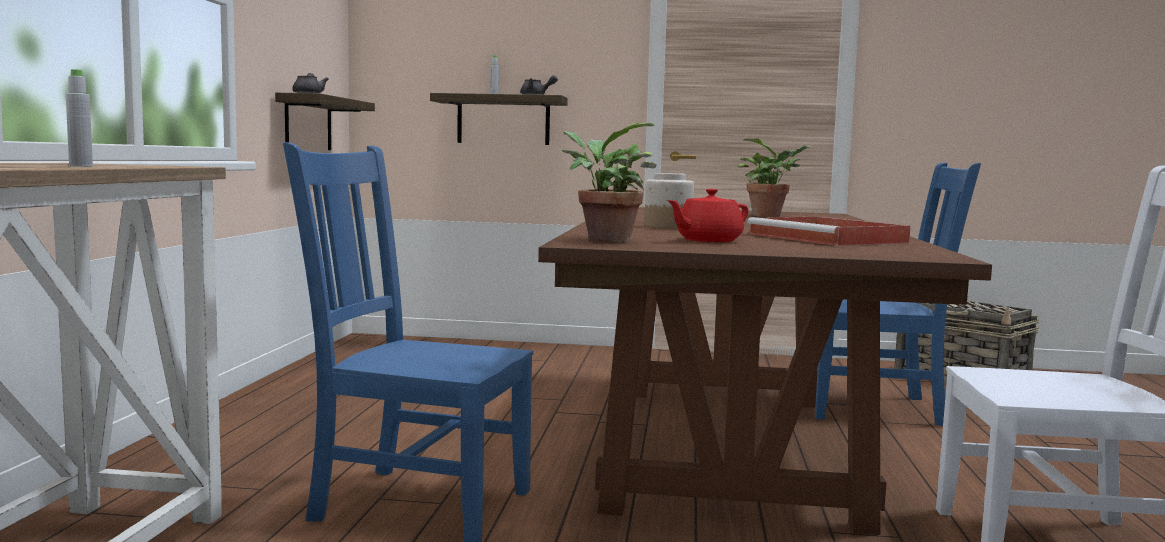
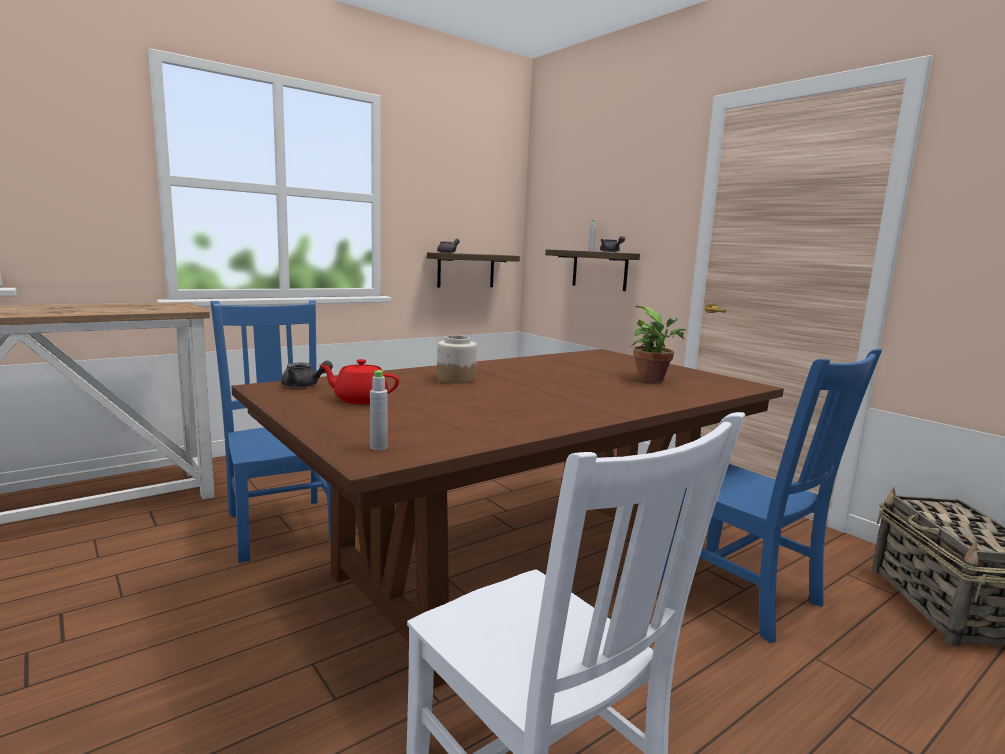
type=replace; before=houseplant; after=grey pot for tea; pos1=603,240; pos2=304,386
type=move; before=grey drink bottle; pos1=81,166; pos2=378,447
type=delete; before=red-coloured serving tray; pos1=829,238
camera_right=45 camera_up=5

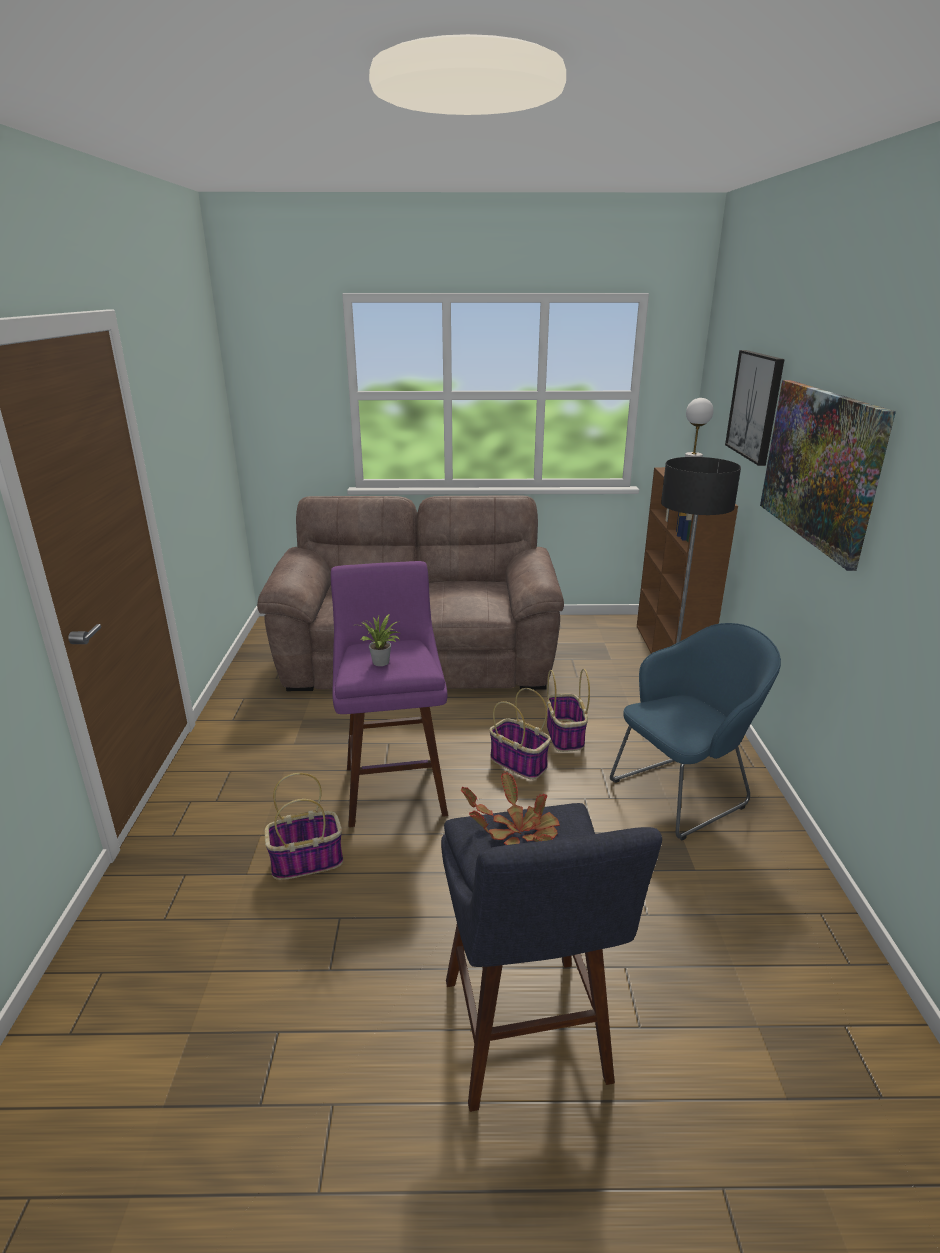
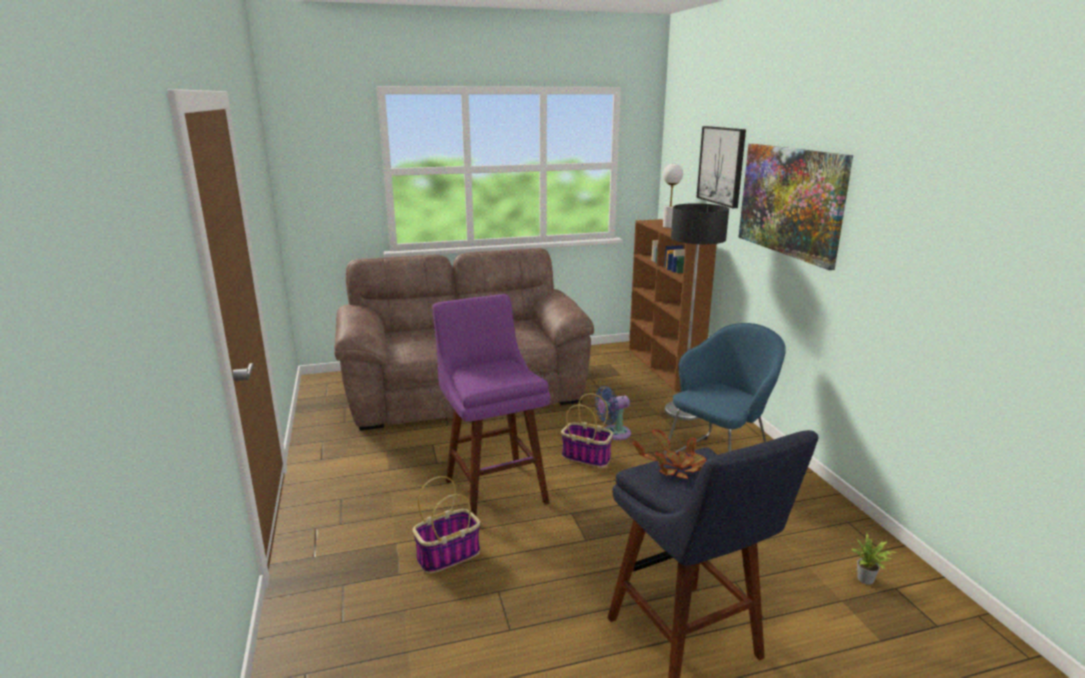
type=replace; before=storage basket; after=blue-coloured fan; pos1=565,736; pos2=613,433
type=move; before=houseplant; pos1=381,663; pos2=867,580
camera_right=-15 camera_up=-5

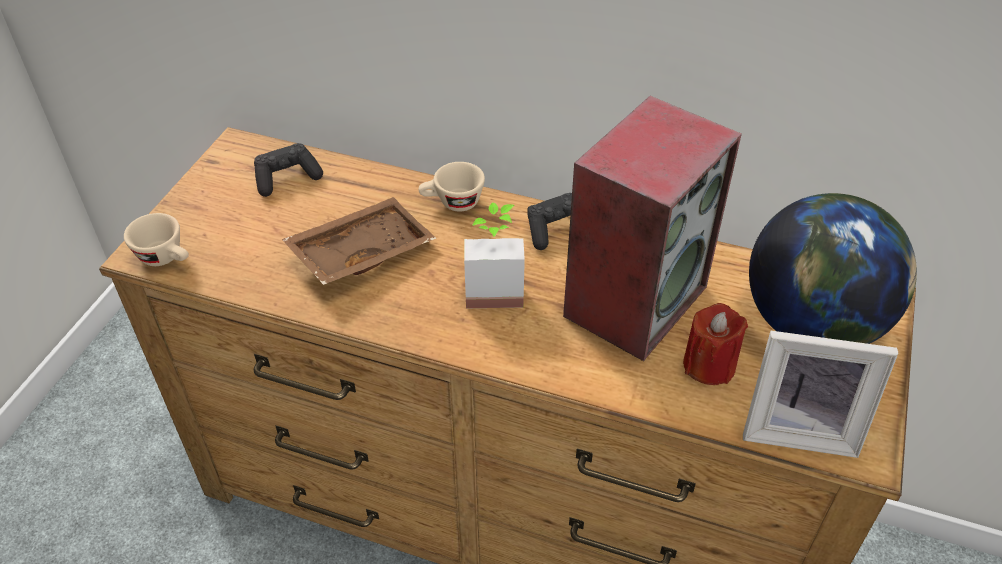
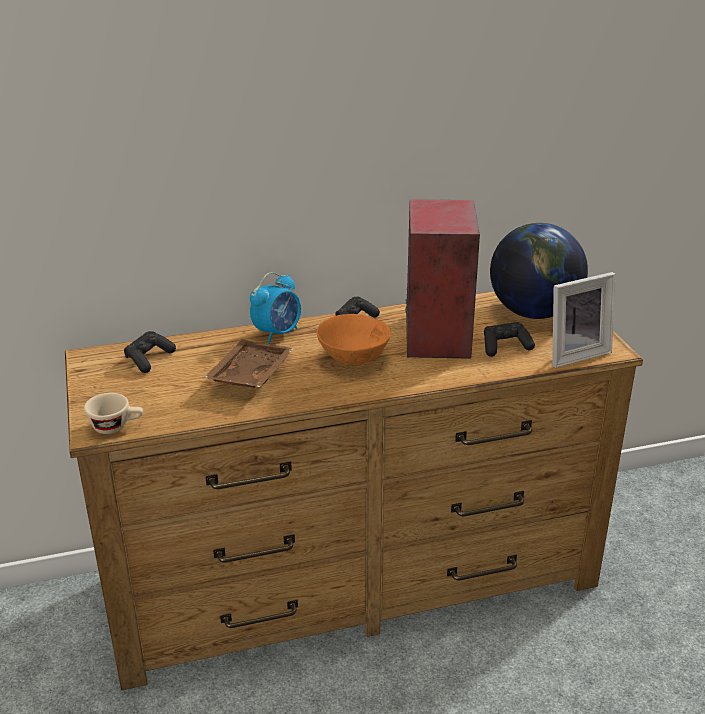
type=replace; before=beige-coloured cup; after=alarm clock; pos1=452,203; pos2=277,333
type=replace; before=houseplant; after=orange-coloured deep dish; pos1=494,288; pos2=353,360
type=replace; before=red-coloured wax light; after=black-coloured game controller; pos1=709,365; pos2=505,347
camera_right=-35 camera_up=-15

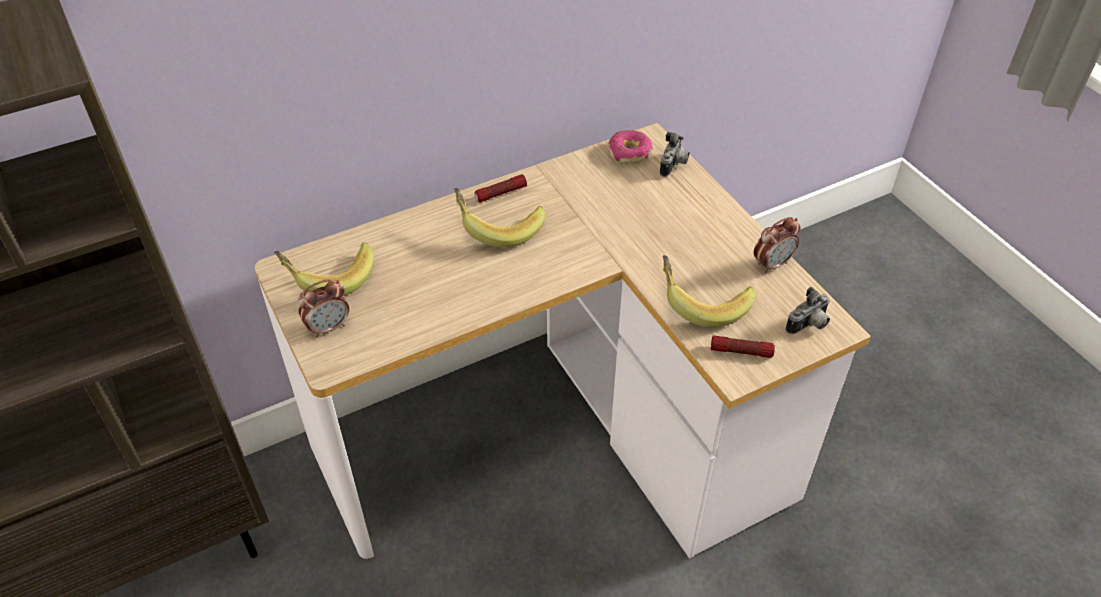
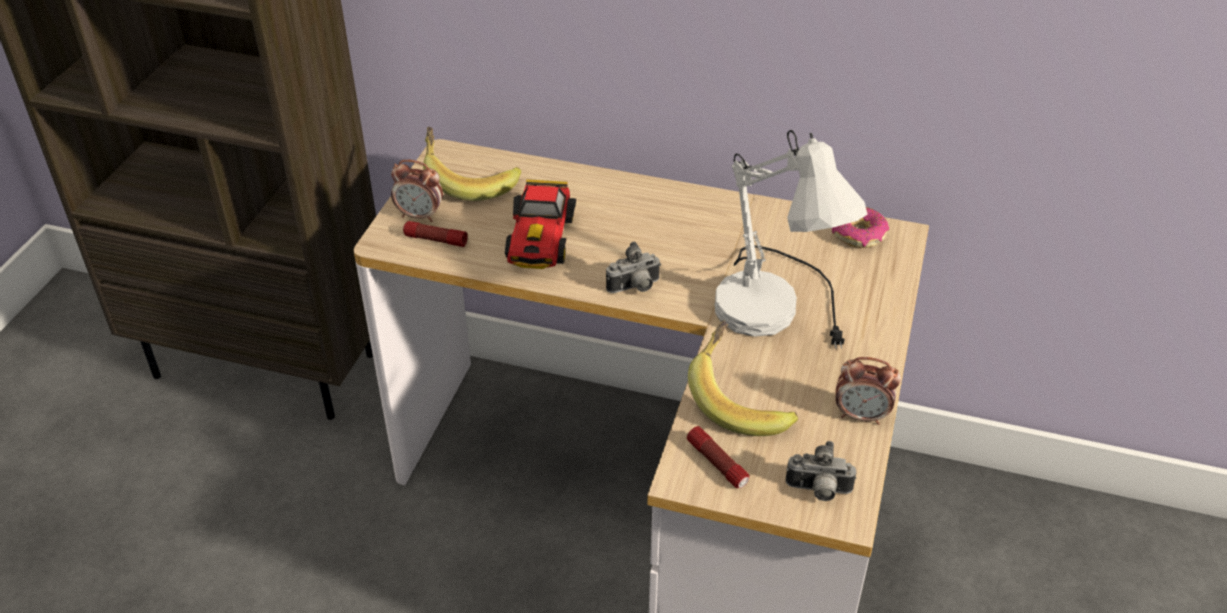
type=move; before=flashlight; pos1=500,193; pos2=435,240
type=insert; after=toy car; pos2=540,242
type=move; before=photo camera; pos1=674,166; pos2=635,288
type=insert; after=white table lamp; pos2=782,314
type=delete; before=whole banana; pos1=498,227
camera_right=45 camera_up=-5

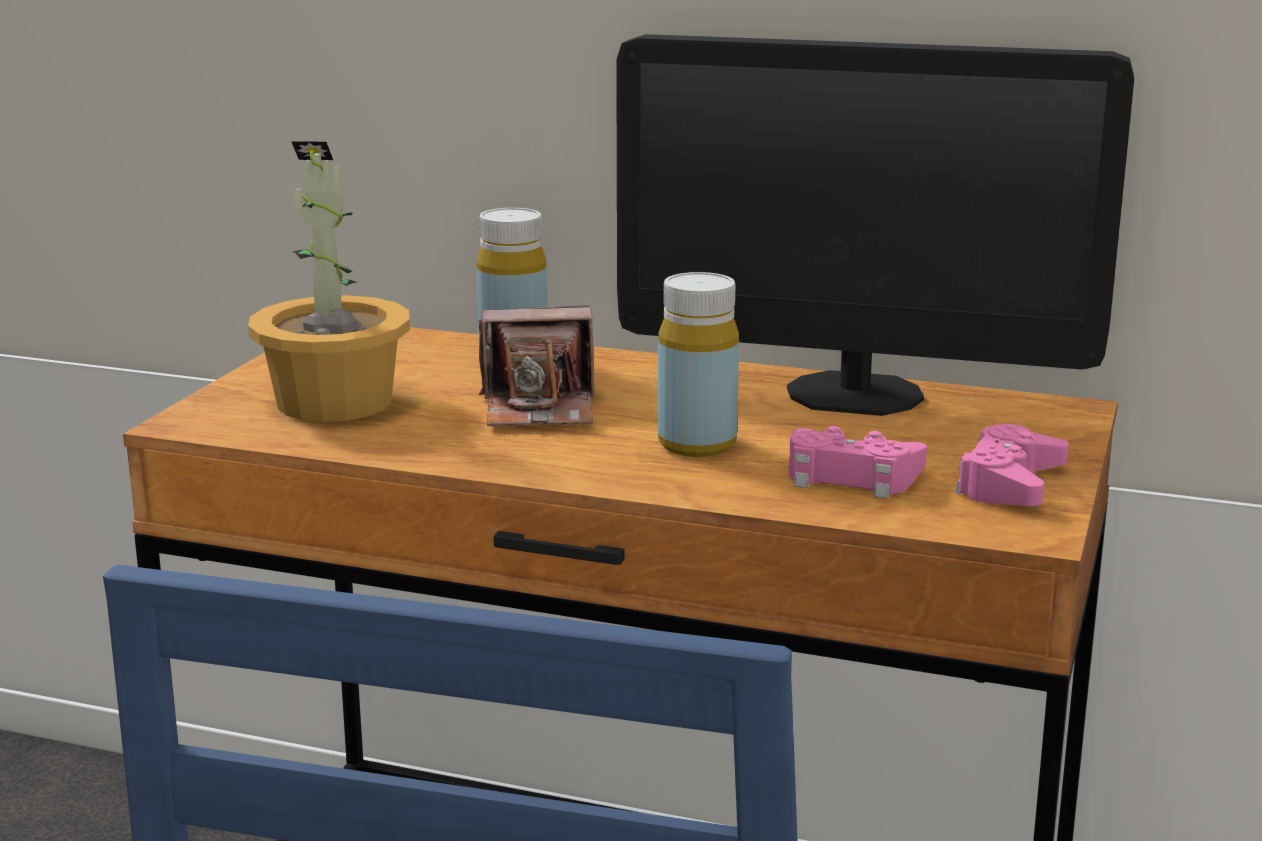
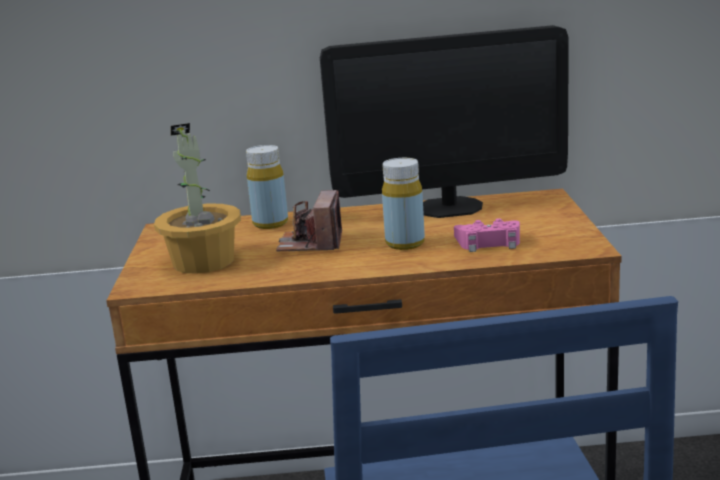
type=rotate; before=photo camera; pos1=540,409; pos2=312,243; turn=120
type=delete; before=pink-coloured game controller; pos1=1009,484
camera_right=-20 camera_up=0

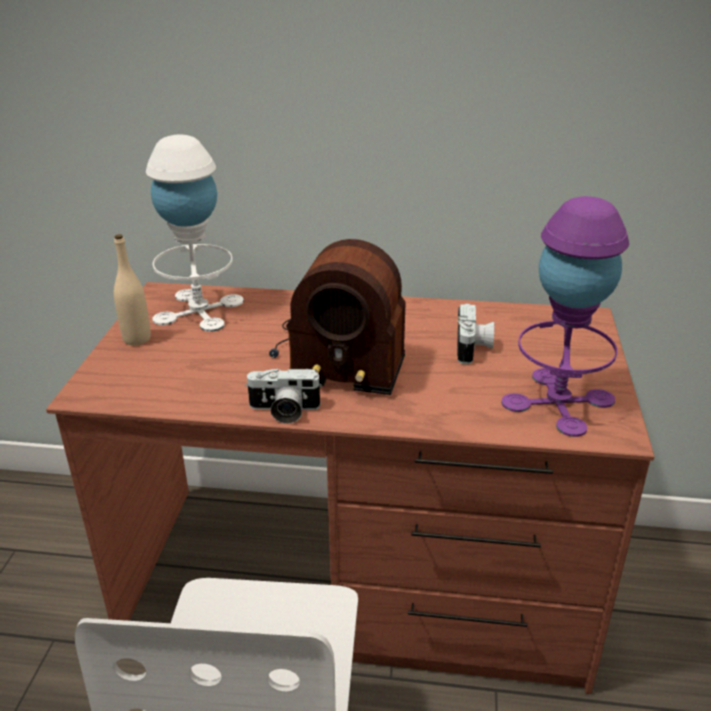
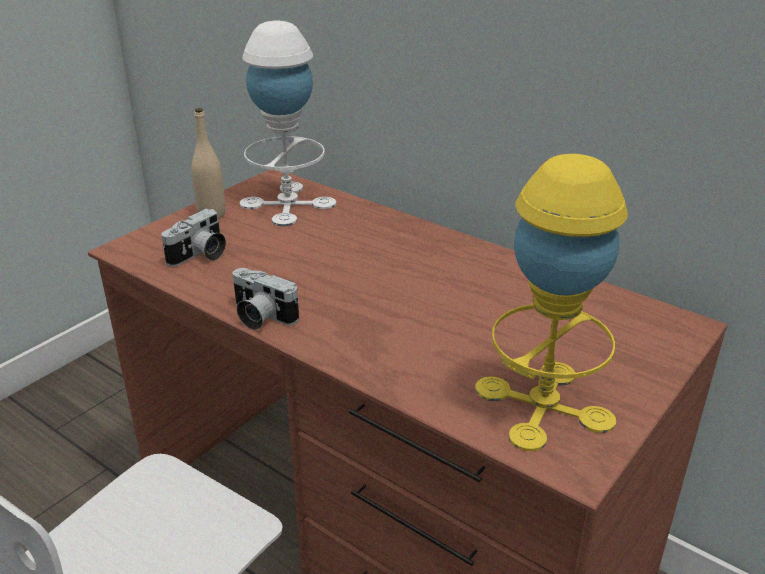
type=move; before=photo camera; pos1=473,348; pos2=200,255
type=recolor; before=purple table lamp; after=yellow table lamp; pos1=558,401; pos2=543,404
type=delete; before=radio set; pos1=336,355
camera_right=30 camera_up=0

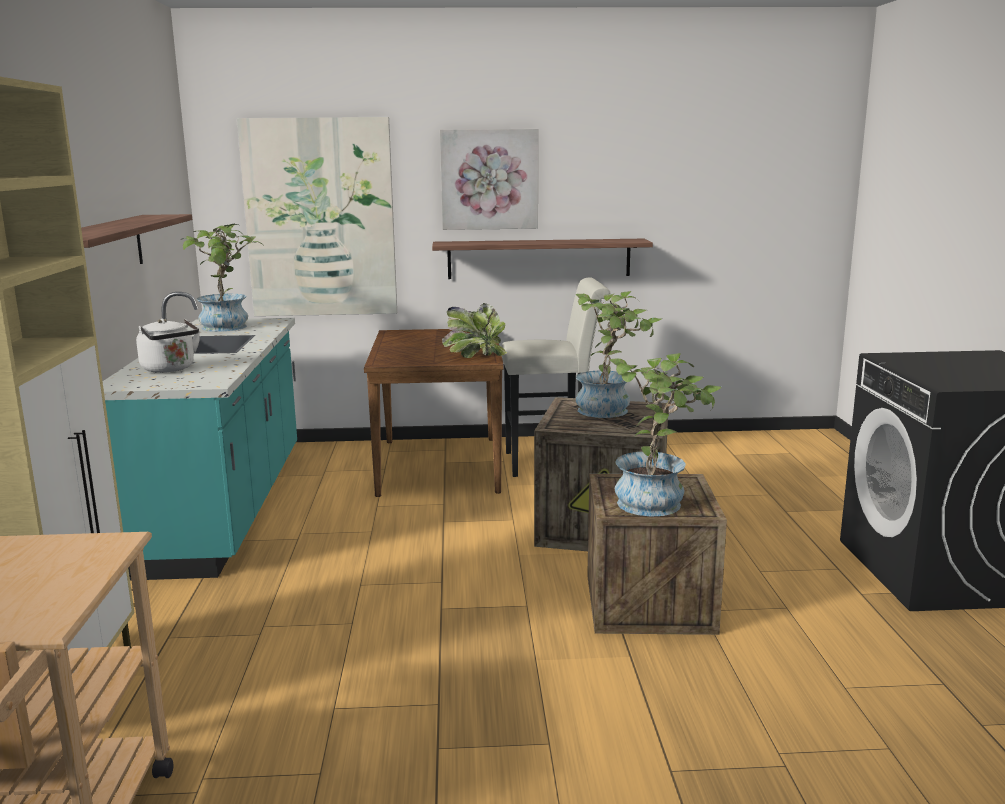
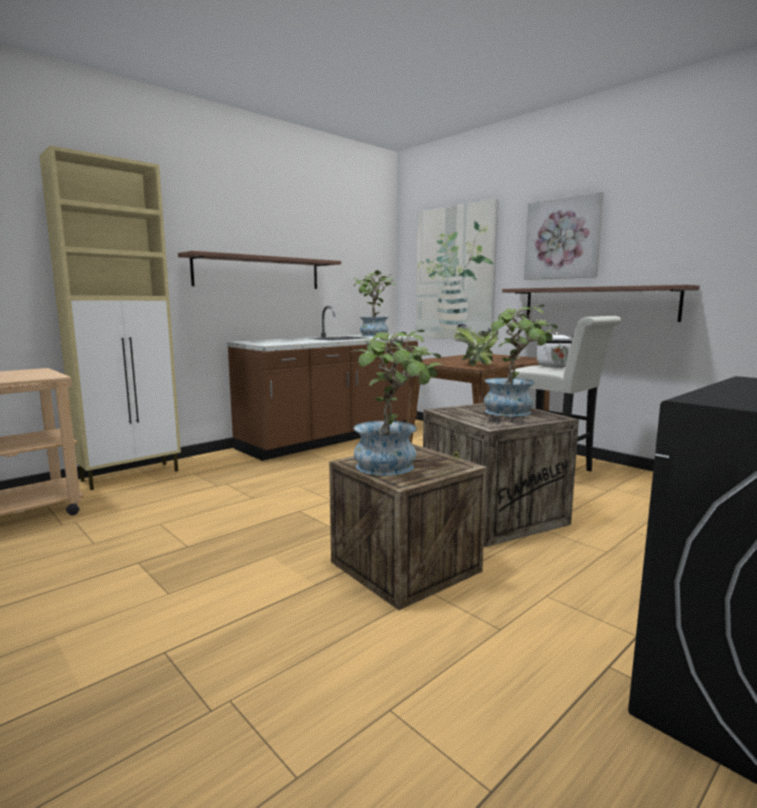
type=recolor; before=turquoise-coloured kitchen base unit; after=brownish kitchen base unit; pos1=225,508; pos2=333,438
type=move; before=white water kettle; pos1=170,369; pos2=555,366
camera_right=50 camera_up=-5

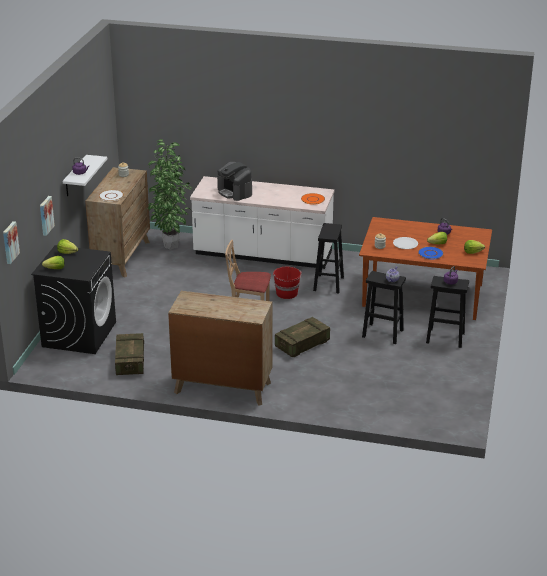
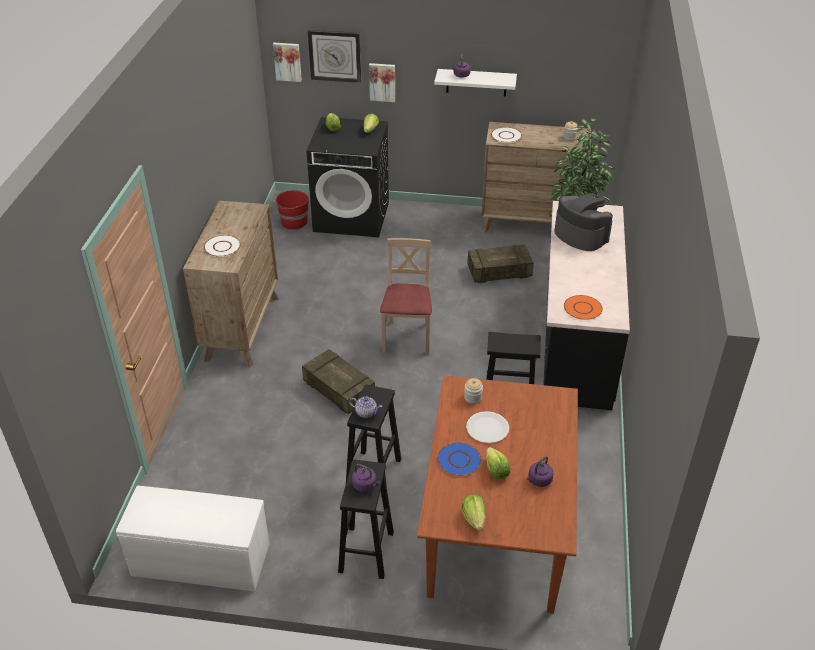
type=insert; after=white indoor bench; pos2=199,560
type=insert; after=white dinner plate; pos2=222,247
type=move; before=red-coloured bucket; pos1=287,293; pos2=293,222
type=insert; after=hanging clock; pos2=335,55
type=move; before=crate; pos1=130,362; pos2=499,272
type=recolor; before=white kitchen base unit; after=black-coloured kitchen base unit; pos1=262,254; pos2=575,339
type=rotate; before=coffee brewer; pos1=235,192; pos2=580,235; turn=90
camera_right=85 camera_up=10

